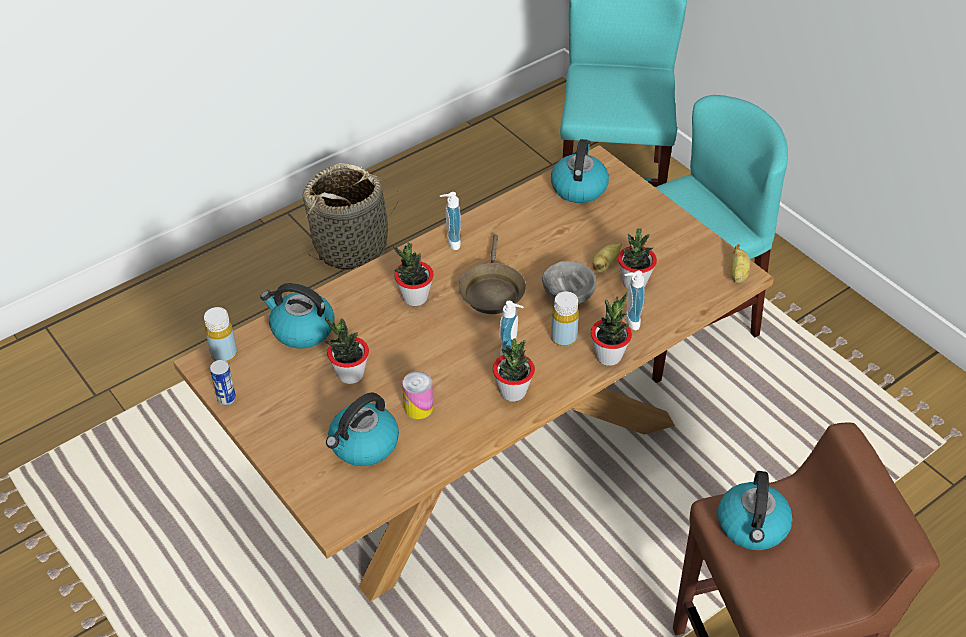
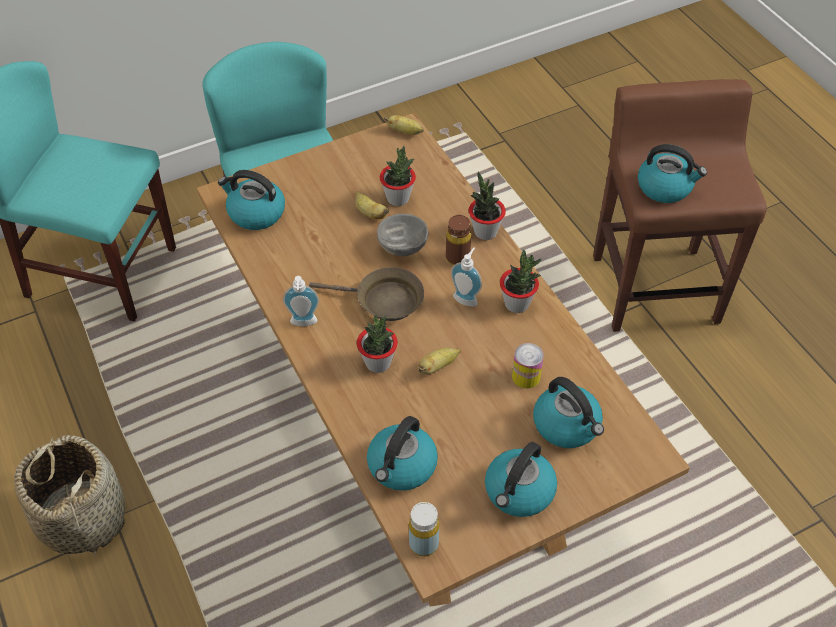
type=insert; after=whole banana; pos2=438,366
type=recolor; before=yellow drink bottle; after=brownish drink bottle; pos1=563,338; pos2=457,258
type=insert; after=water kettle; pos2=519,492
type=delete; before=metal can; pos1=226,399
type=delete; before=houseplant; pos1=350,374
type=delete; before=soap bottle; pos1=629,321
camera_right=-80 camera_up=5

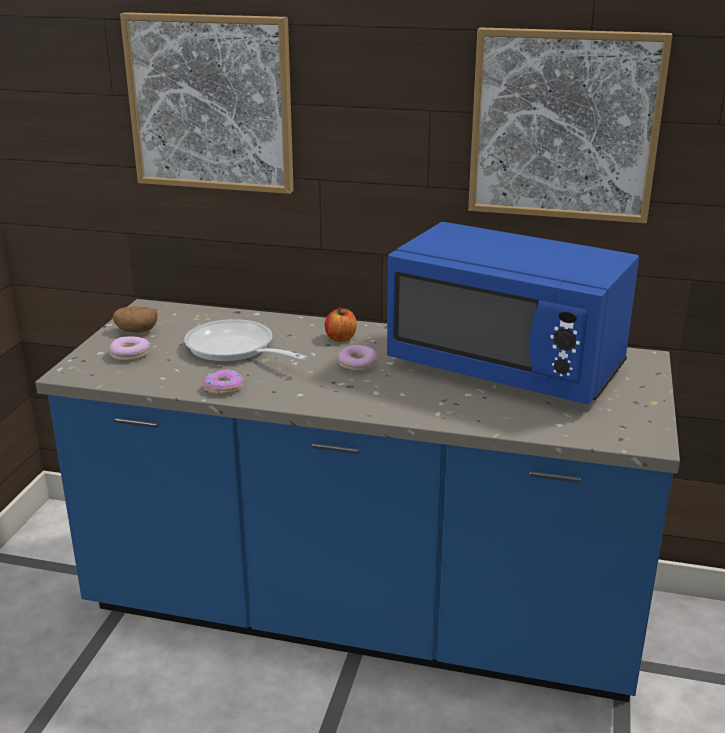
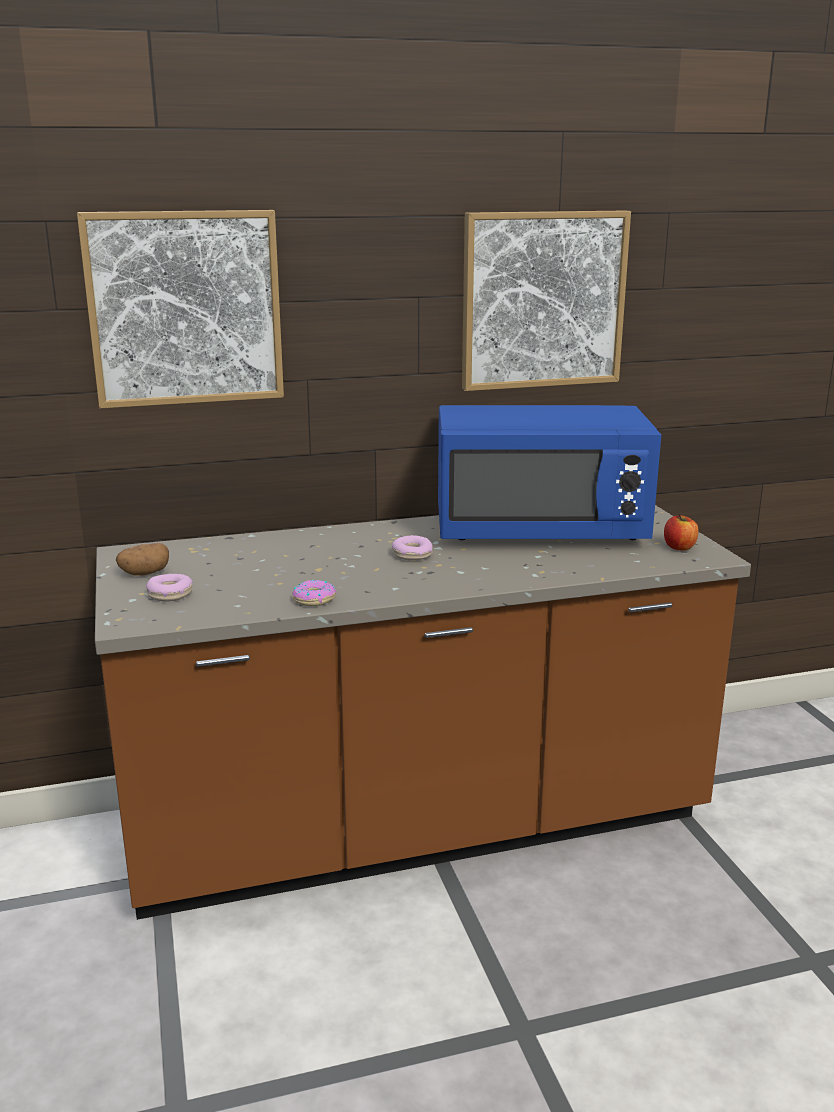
type=recolor; before=blue-coloured kitchen base unit; after=brownish kitchen base unit; pos1=362,613; pos2=417,827
type=move; before=apple; pos1=341,338; pos2=679,547
type=delete; before=skillet; pos1=235,350
camera_right=-30 camera_up=-5

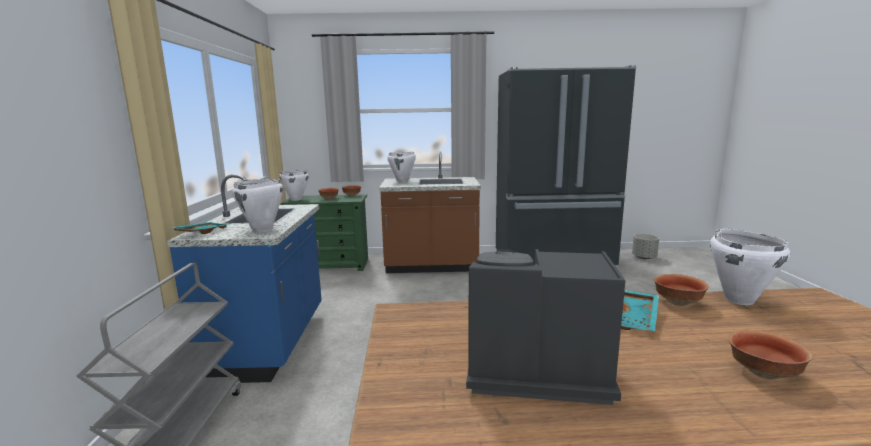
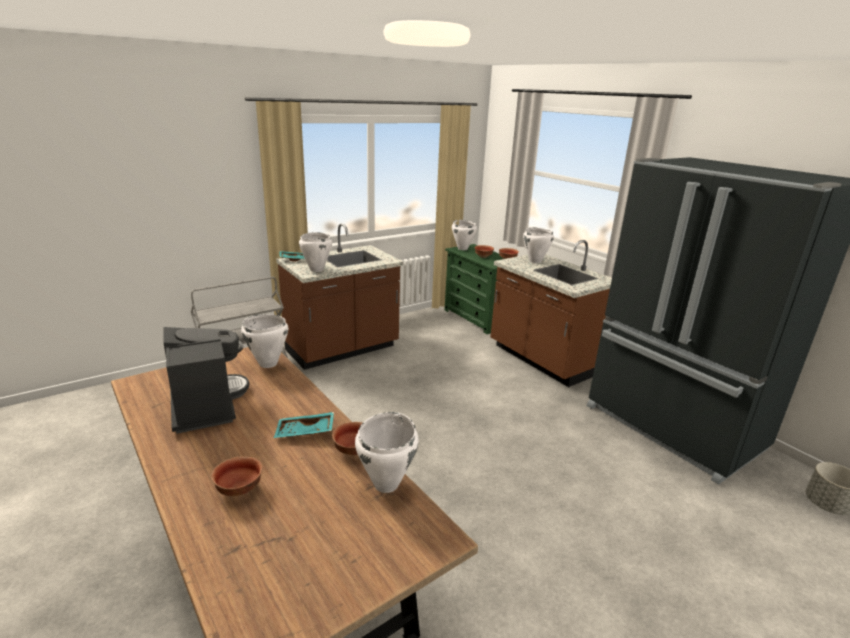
type=insert; after=white cooking pot; pos2=268,364
type=recolor; before=blue-coloured kitchen base unit; after=brownish kitchen base unit; pos1=270,343; pos2=342,350
camera_right=55 camera_up=10

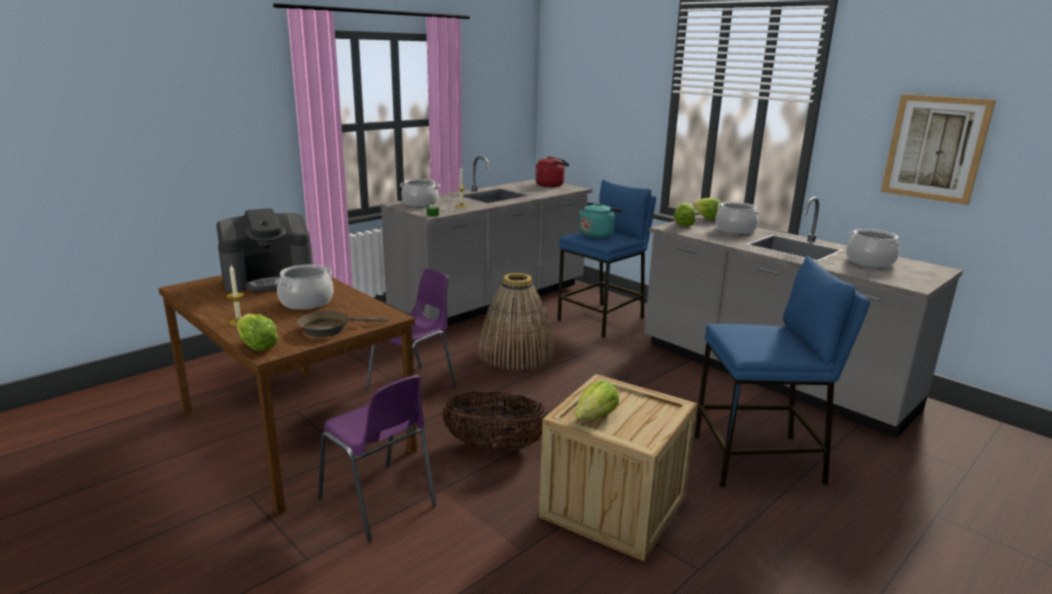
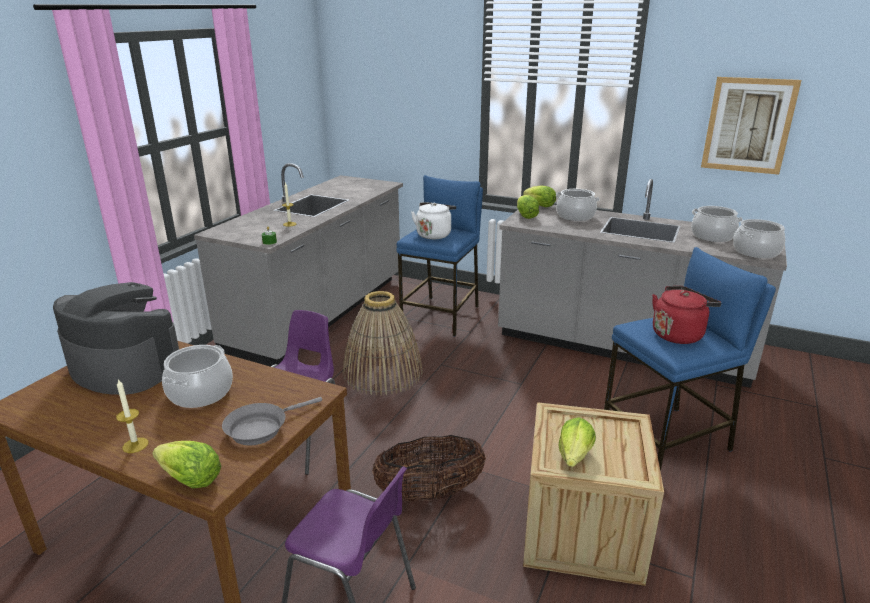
type=rotate; before=coffee brewer; pos1=269,279; pos2=125,367; turn=-105
type=recolor; before=brownish skillet; after=grey skillet; pos1=329,329; pos2=261,428
type=recolor; before=turquoise-coloured water kettle; after=white water kettle; pos1=598,235; pos2=434,234
type=move; before=red-coloured water kettle; pos1=551,185; pos2=679,334
type=move; before=cooking pot; pos1=420,203; pos2=755,251
camera_right=-20 camera_up=5

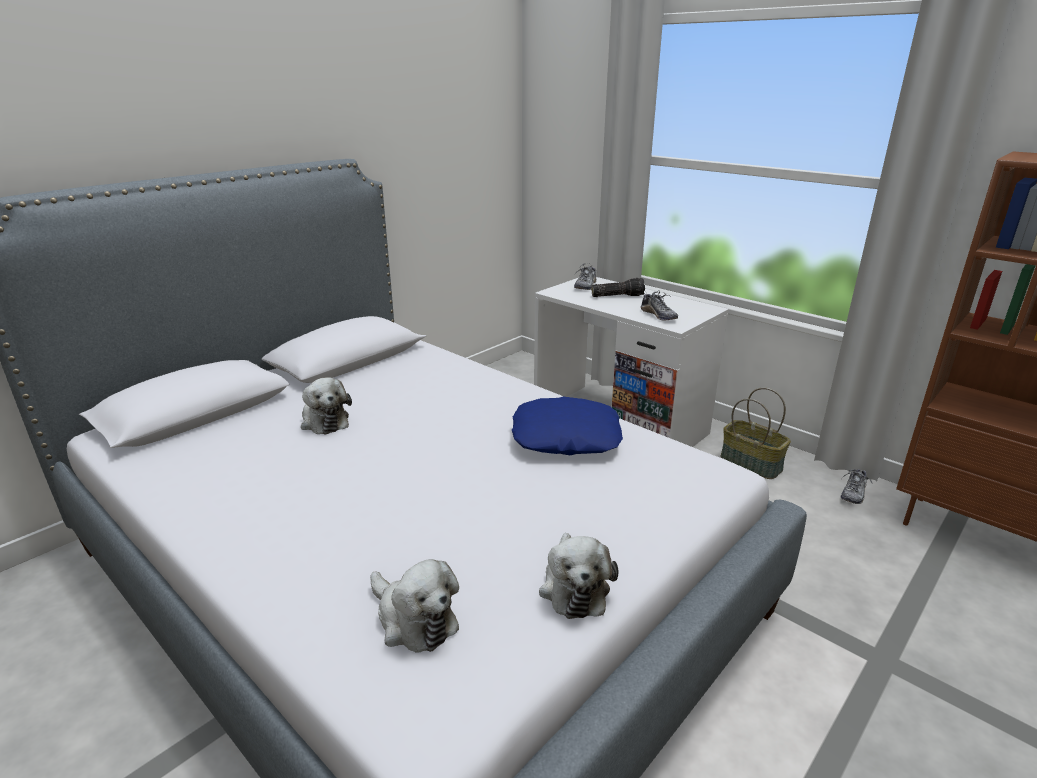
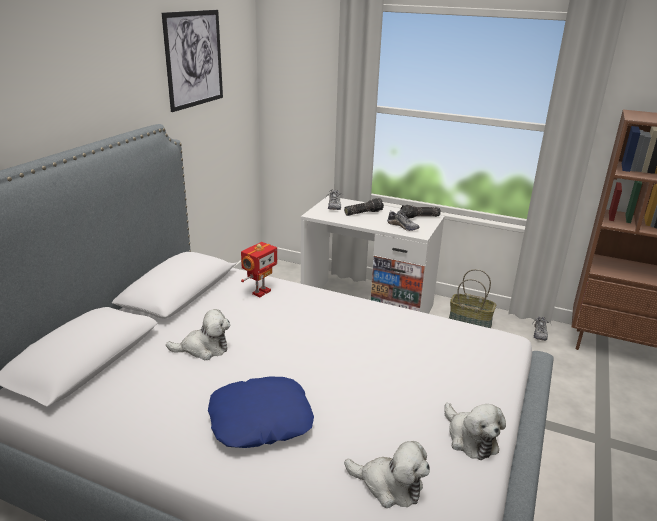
type=insert; after=picture; pos2=194,59
type=rotate; before=plush toy; pos1=324,420; pos2=203,349; turn=-45
type=move; before=blue-coloured cushion; pos1=566,436; pos2=260,419
type=insert; after=robot figure; pos2=260,292
type=insert; after=flashlight; pos2=419,217
camera_right=-20 camera_up=0

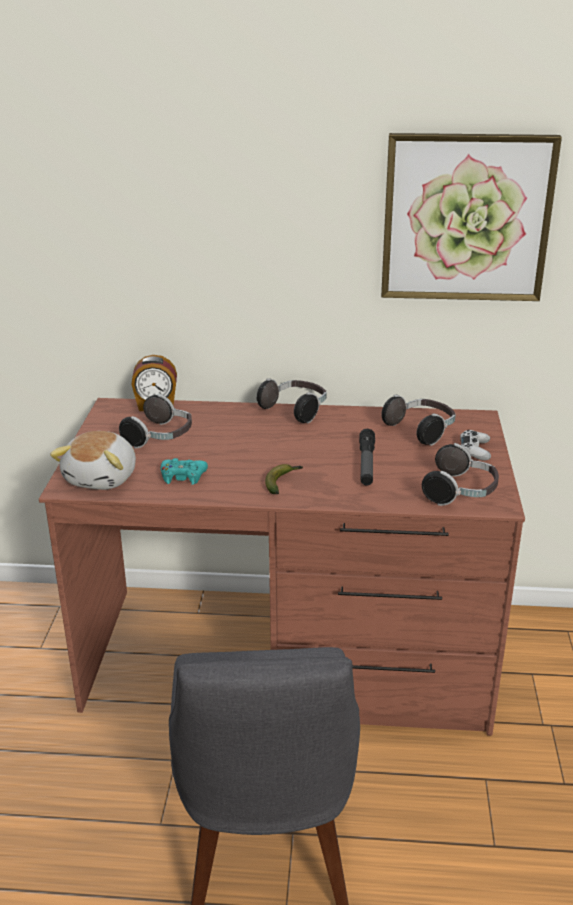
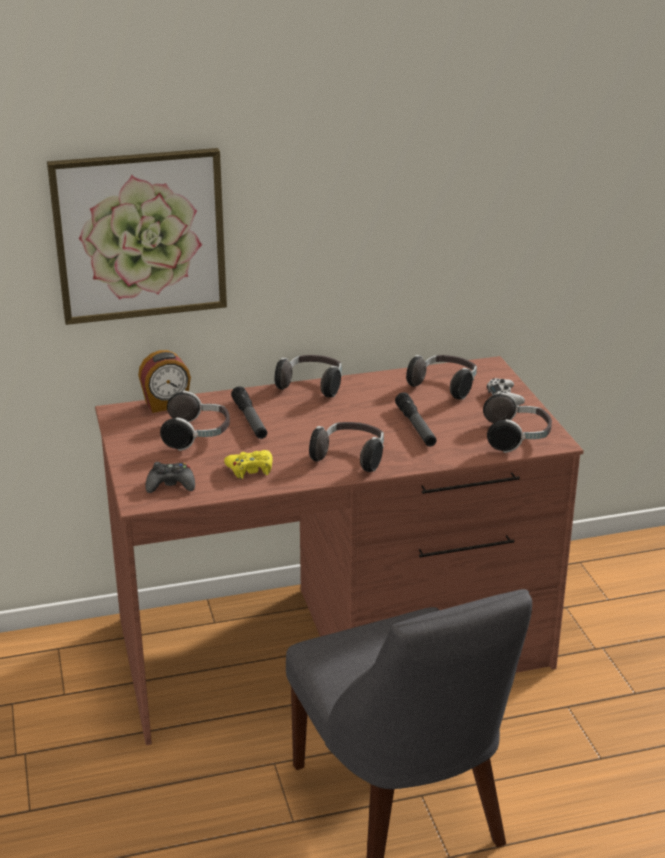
type=move; before=picture; pos1=466,218; pos2=140,235
type=replace; before=plush toy; after=black-coloured game controller; pos1=103,478; pos2=171,485
type=recolor; before=turquoise-coloured game controller; after=yellow game controller; pos1=183,476; pos2=250,469
type=insert; after=flashlight; pos2=250,420
type=replace; before=whole banana; after=headphones; pos1=283,482; pos2=350,457
camera_right=-20 camera_up=0

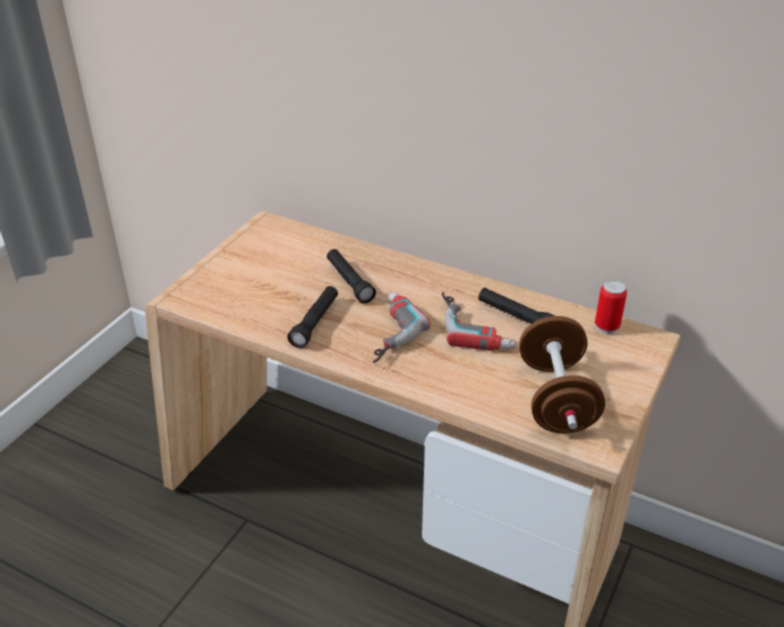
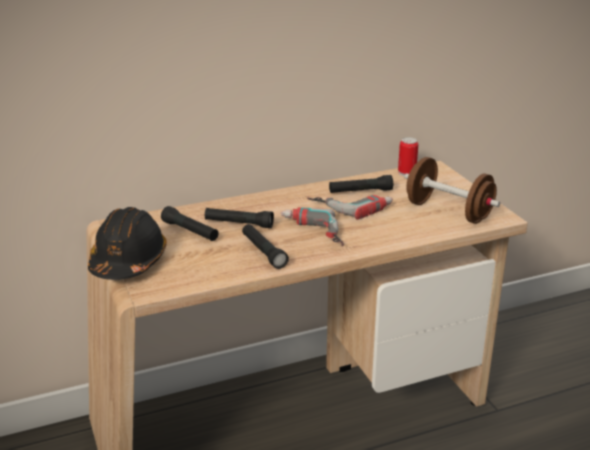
type=insert; after=black-coloured work helmet; pos2=128,261
type=insert; after=black-coloured flashlight; pos2=190,231
camera_right=-50 camera_up=-10

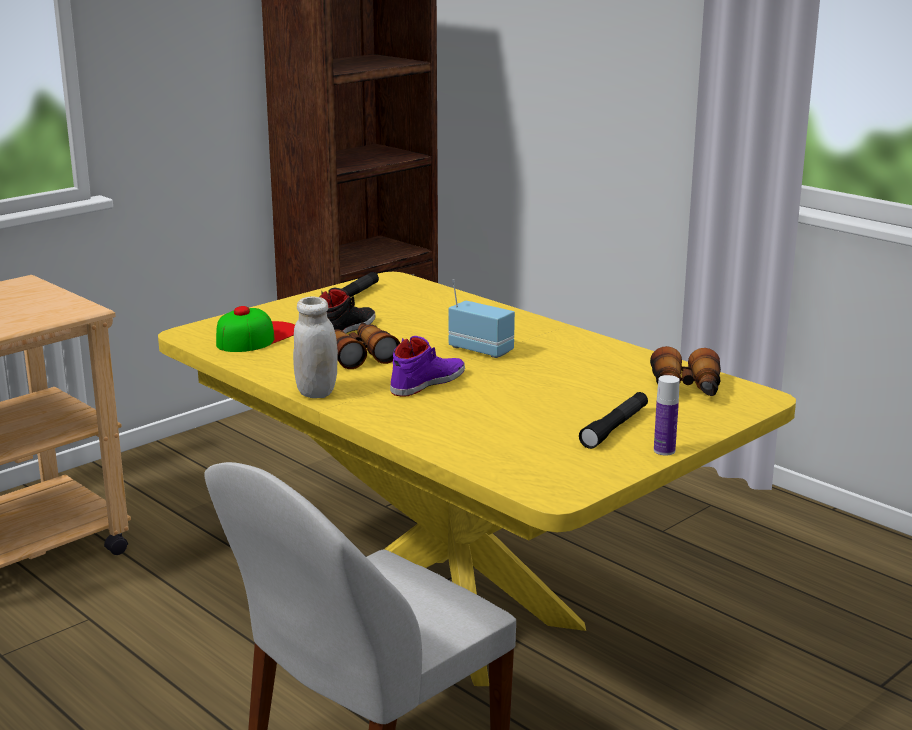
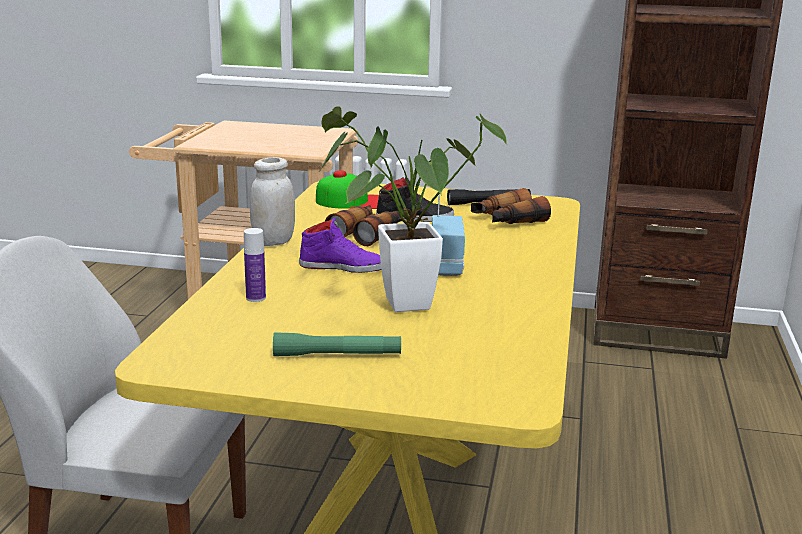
type=move; before=drink bottle; pos1=664,451; pos2=256,298
type=recolor; before=black-coloured flashlight; after=greenish flashlight; pos1=615,428; pos2=337,355
type=insert; after=houseplant; pos2=396,305
type=move; before=binoculars; pos1=686,390; pos2=507,220
camera_right=55 camera_up=0

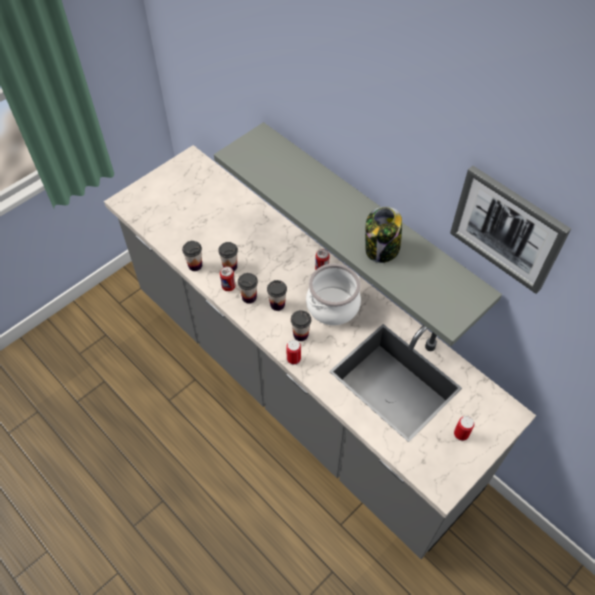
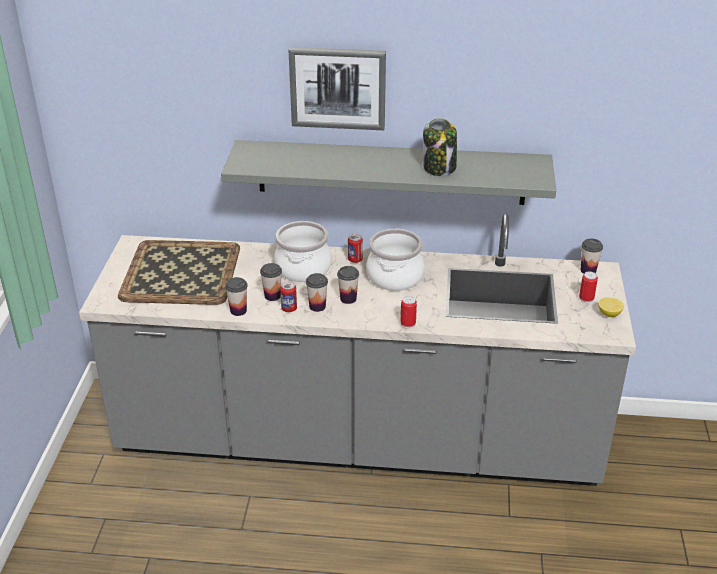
type=insert; after=serving tray; pos2=182,272
type=insert; after=cooking pot; pos2=302,268
type=move; before=picture; pos1=507,229; pos2=338,88
type=move; before=cup; pos1=300,334; pos2=588,270
type=insert; after=lemon; pos2=609,314
camera_right=-40 camera_up=-20

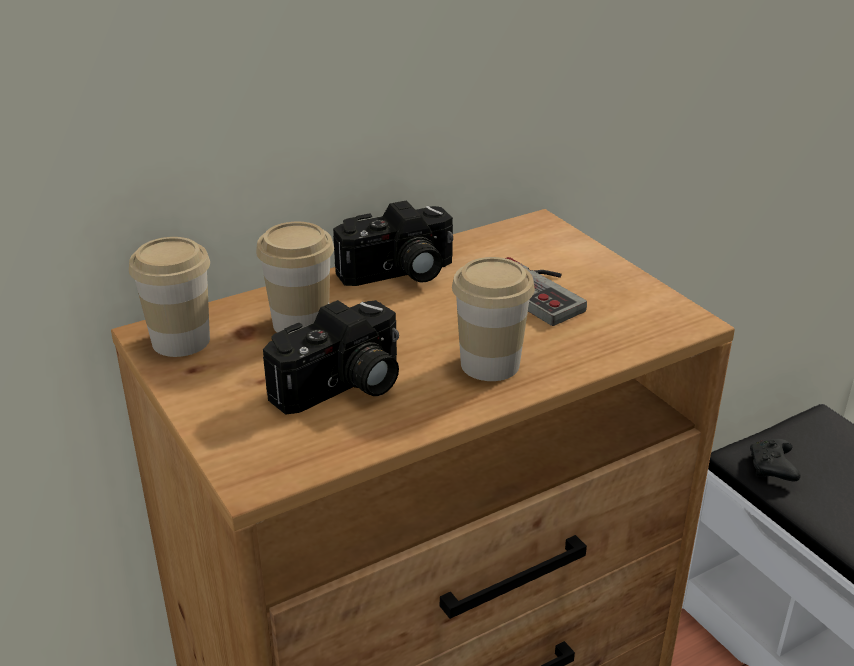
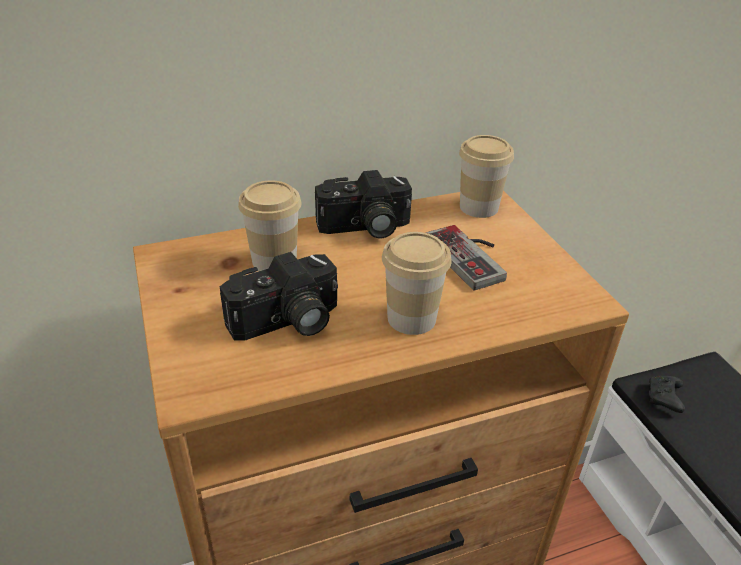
type=move; before=cup; pos1=181,341; pos2=478,207
camera_right=10 camera_up=5

